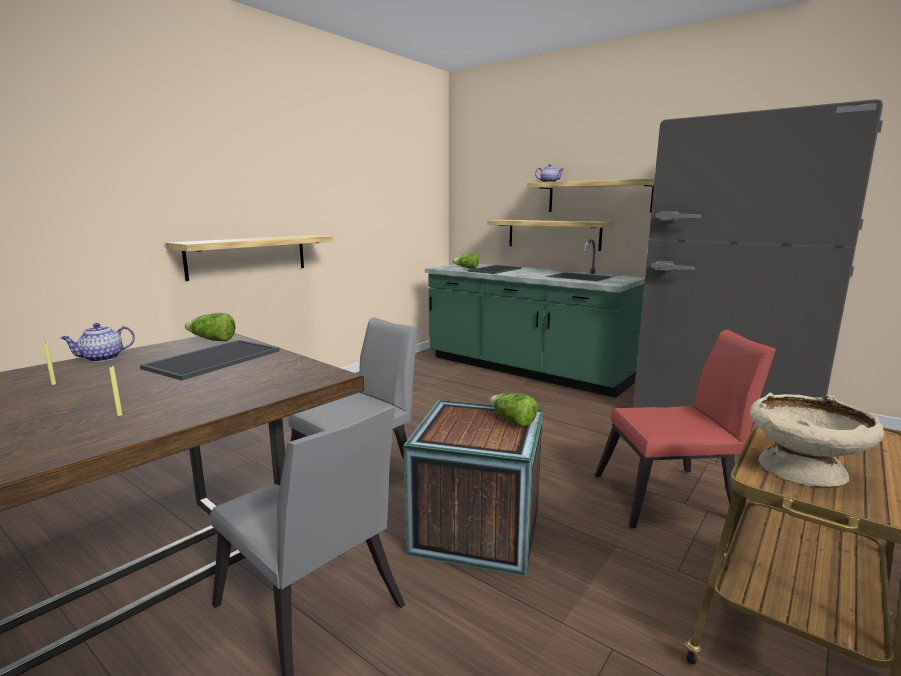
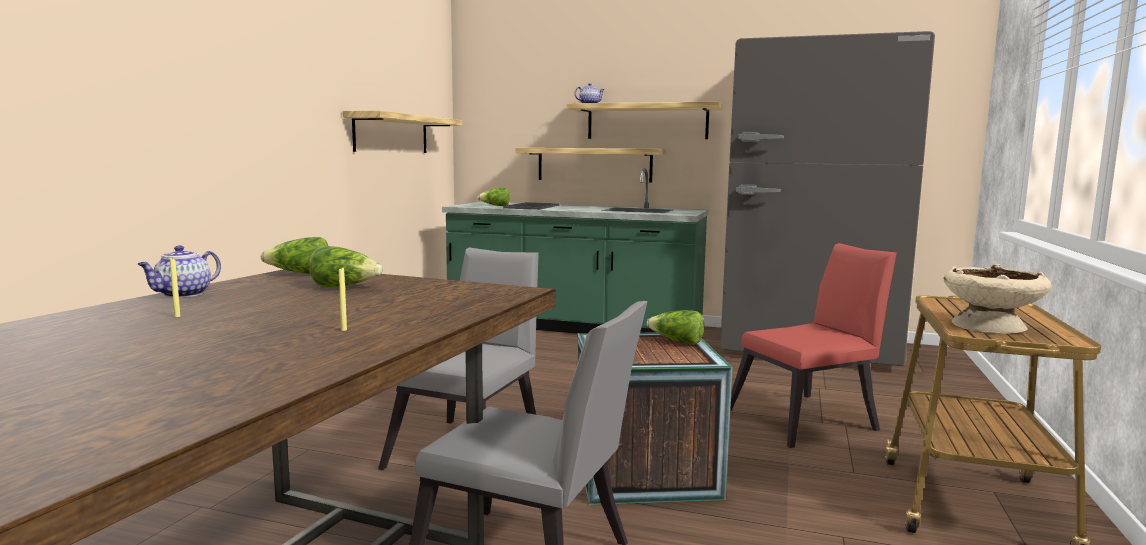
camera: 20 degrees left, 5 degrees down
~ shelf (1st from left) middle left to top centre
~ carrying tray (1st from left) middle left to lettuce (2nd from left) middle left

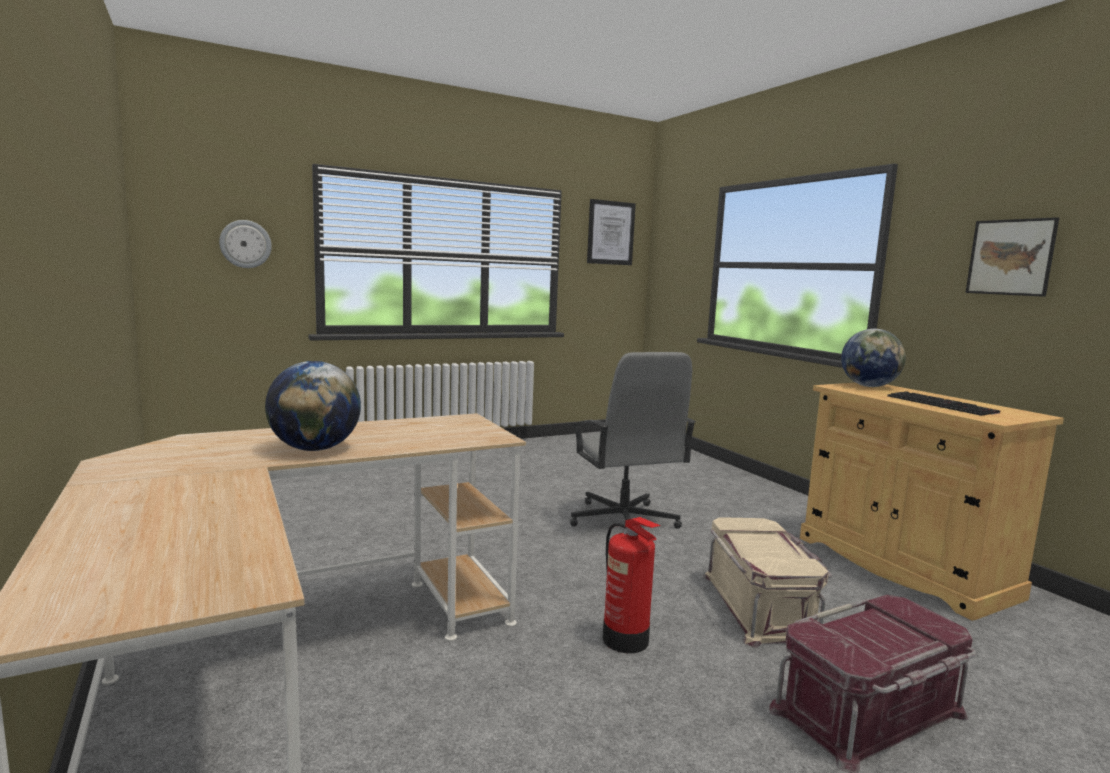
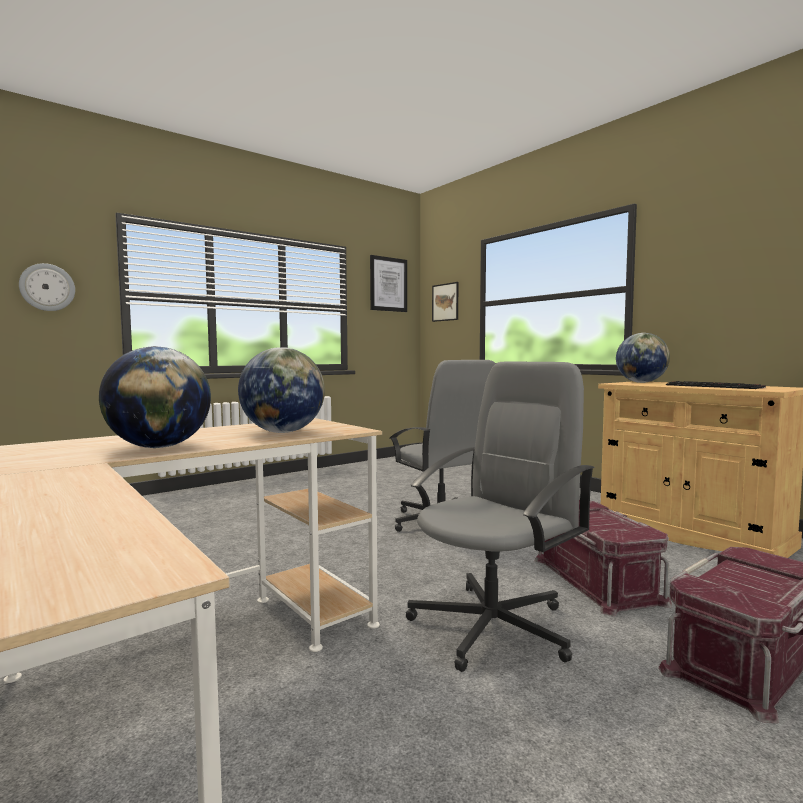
camera: 10 degrees left, 5 degrees down
+ world globe (2nd from left) centre
~ wall art (2nd from left) top right to centre
~ fire extinguisher bottom centre to grey office chair (2nd from left) centre
~ sand-coloured storage bin bottom right to reddish storage bin (1st from left) bottom right

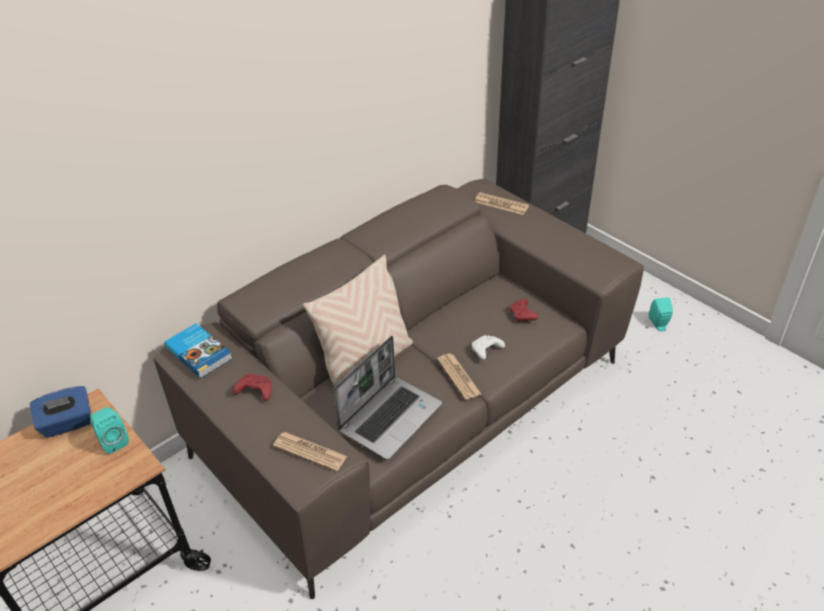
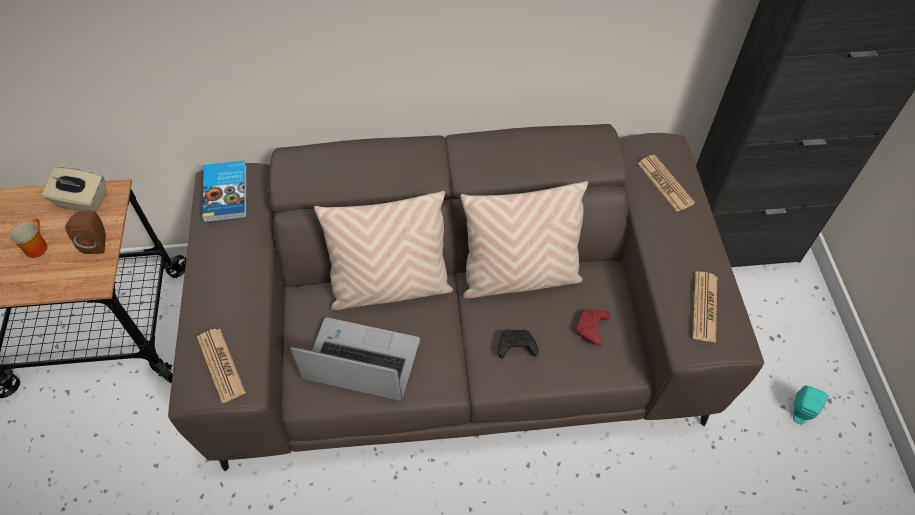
camera: 35 degrees right, 15 degrees up
- reddish gamepad (1st from left) middle left
+ tea mug middle left
+ sand-coloured pillow (2nd from left) centre
~ newspaper (2nd from left in the first image) centre to newspaper (3rd from left) middle right
~ blue-coloured box of tissues bottom left to sand-coloured box of tissues middle left
~ turquoise-coloured speaker (1st from left) bottom left to brown speaker middle left
~ whitish gamepad centre to black-coloured gamepad bottom centre
~ portable computer centre = bottom centre 150 degrees counterclockwise

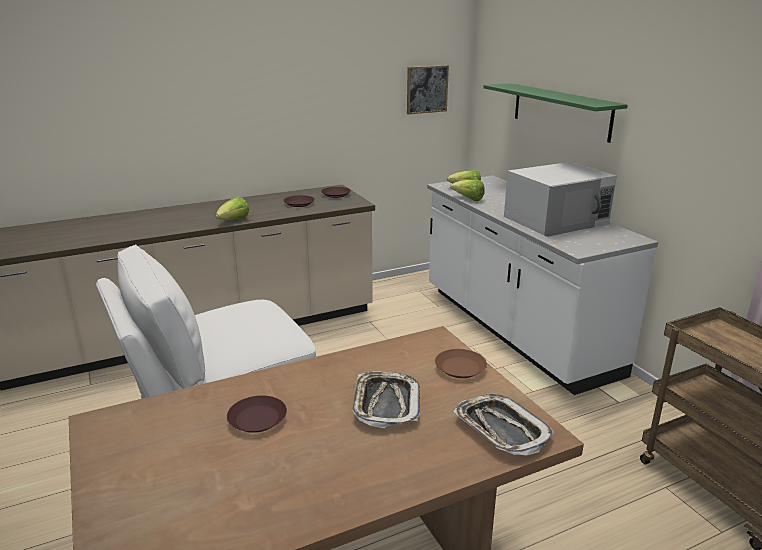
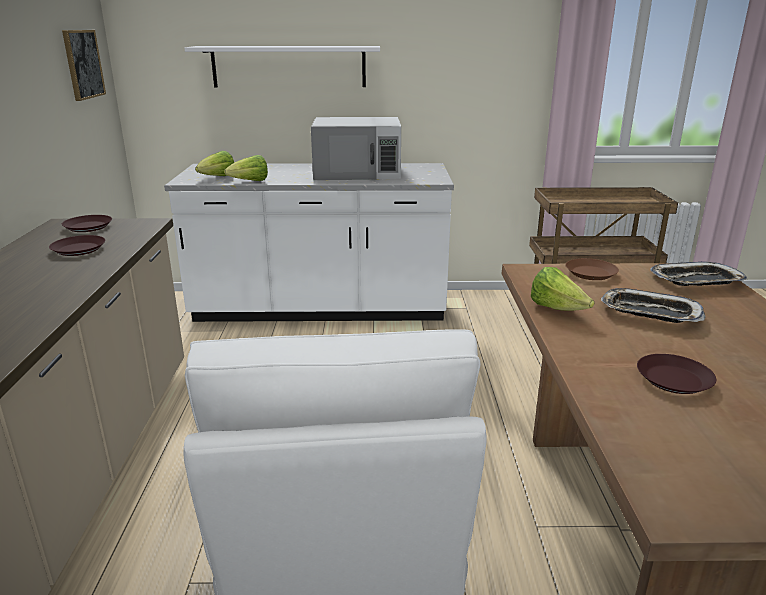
camera: 65 degrees left, 0 degrees up
~ lettuce (1st from left in the first image) middle left to lettuce (3rd from left) middle right
~ green shelf top right to whitish shelf top centre
~ whitish kitchen microwave middle right = top centre 90 degrees clockwise

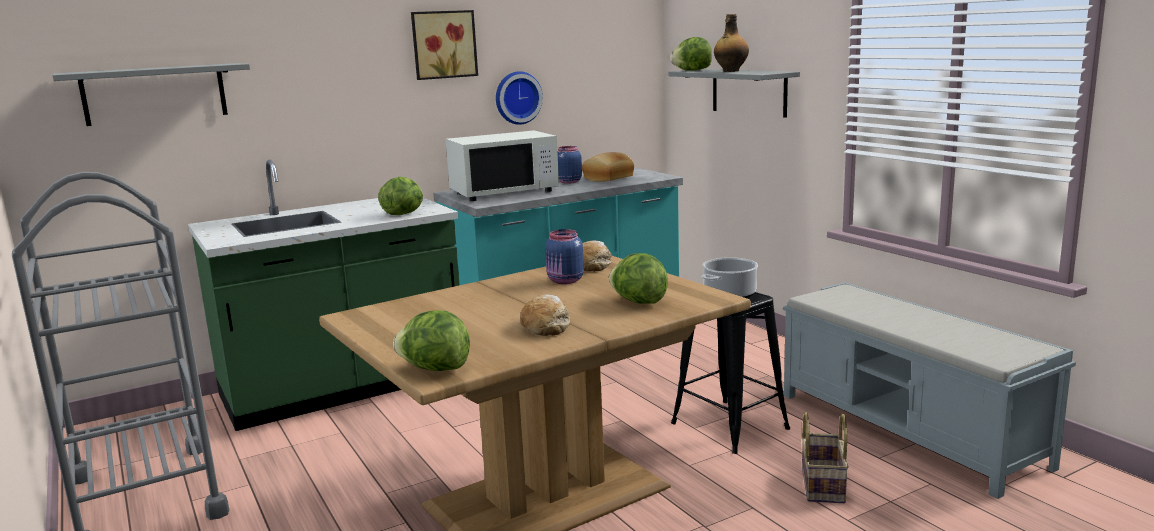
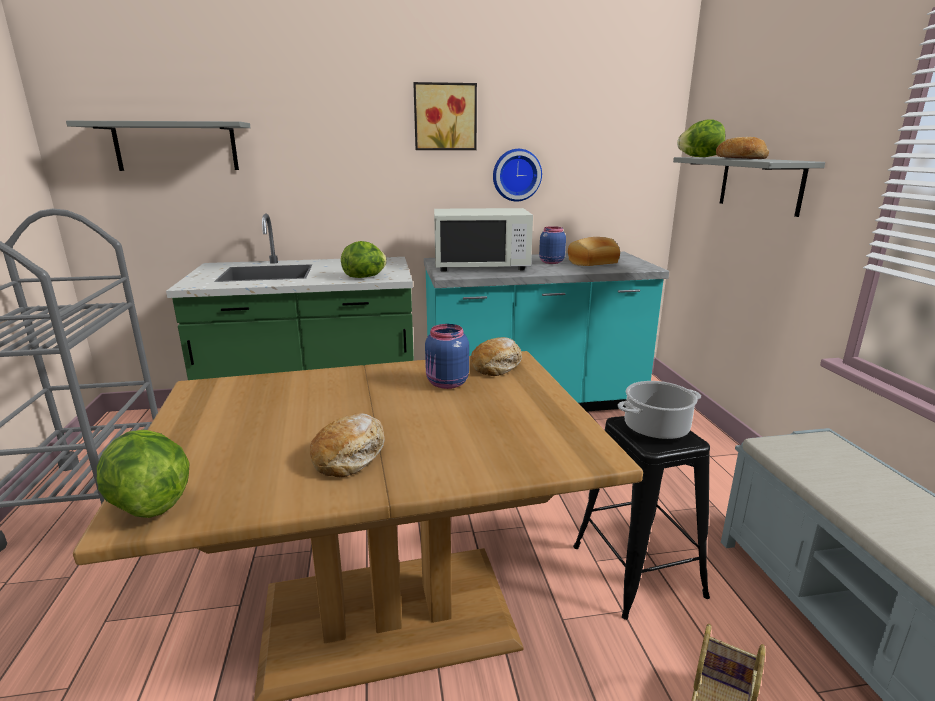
camera: 20 degrees right, 5 degrees up
- lettuce (3rd from left) centre
~ beverage bottle top centre to bakery bread (4th from left) top right

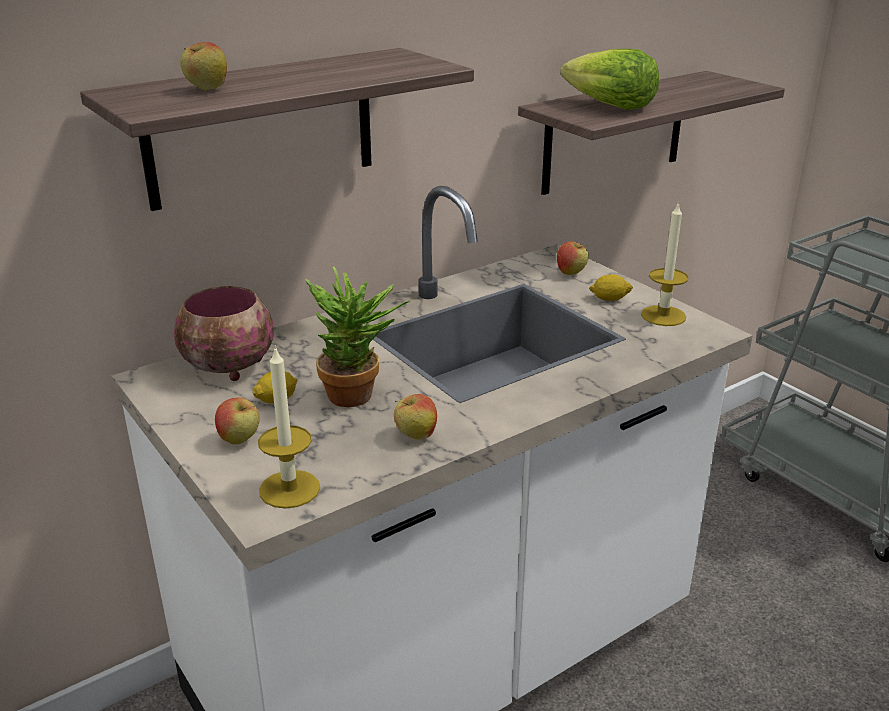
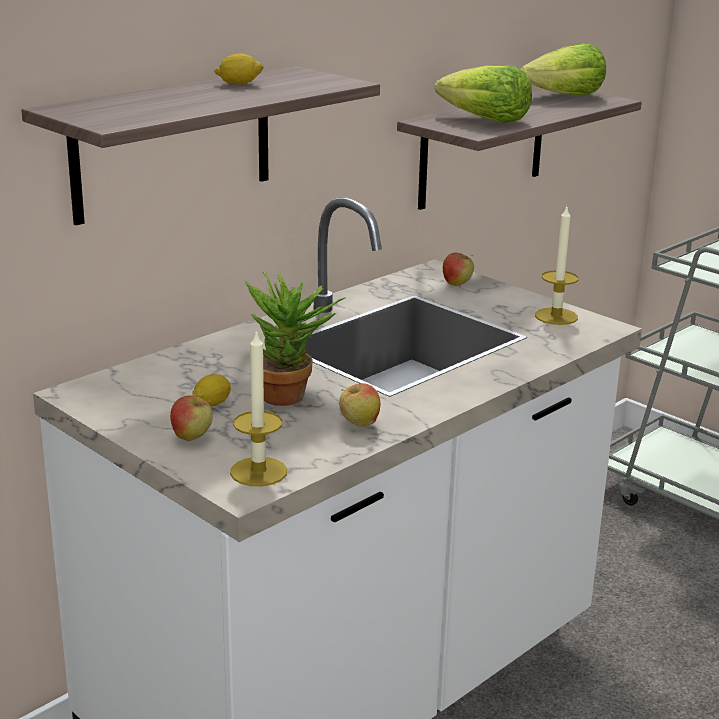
camera: 10 degrees left, 5 degrees down
- serving bowl middle left
- apple (1st from left) top left
+ lettuce (2nd from left) top right
~ whole lemon (2nd from left) middle right to top left

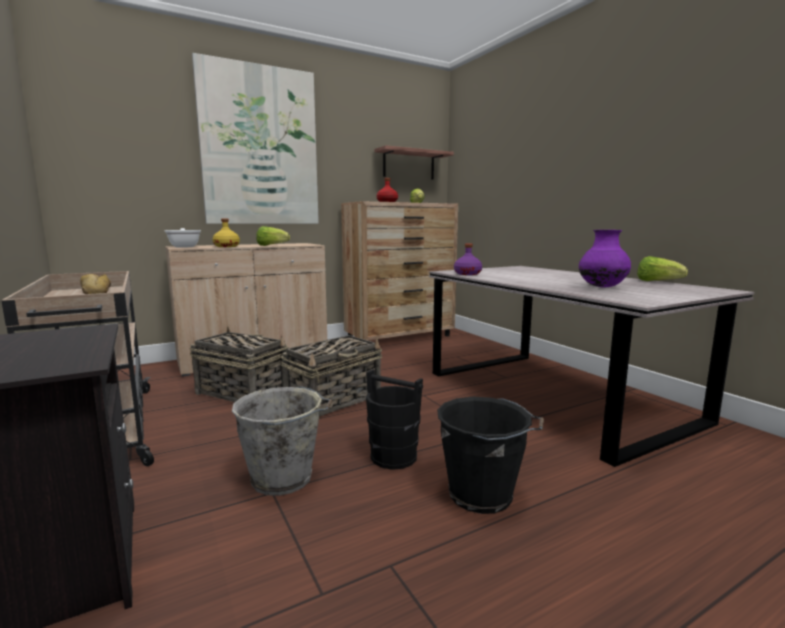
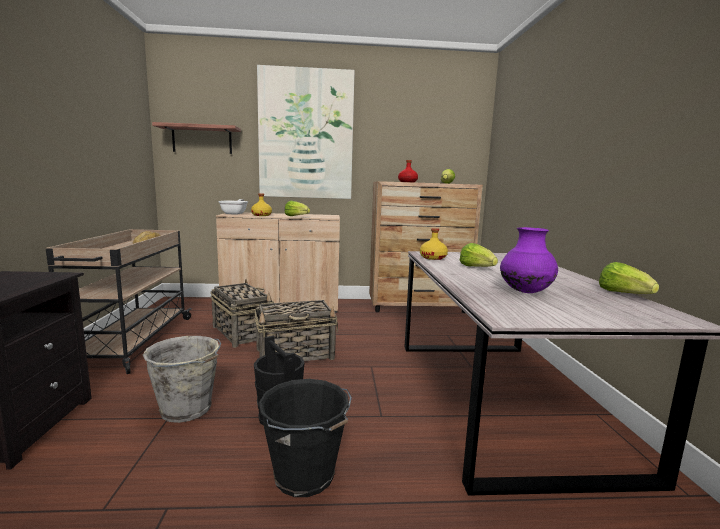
camera: 25 degrees right, 0 degrees up
+ lettuce (3rd from left) centre
~ shelf top centre to top left
~ purplish beverage bottle centre to yellowish beverage bottle (2nd from left) centre

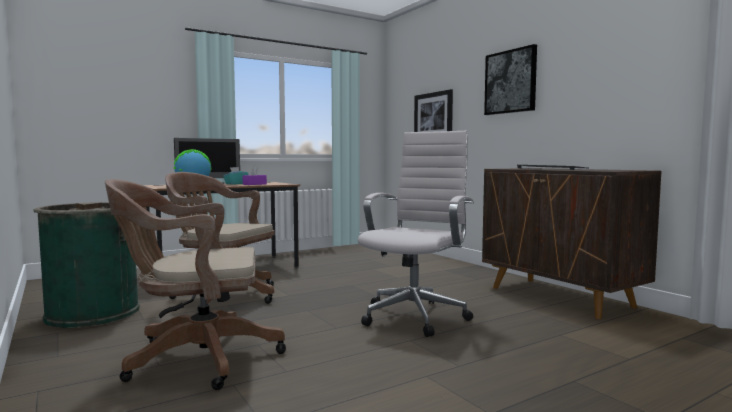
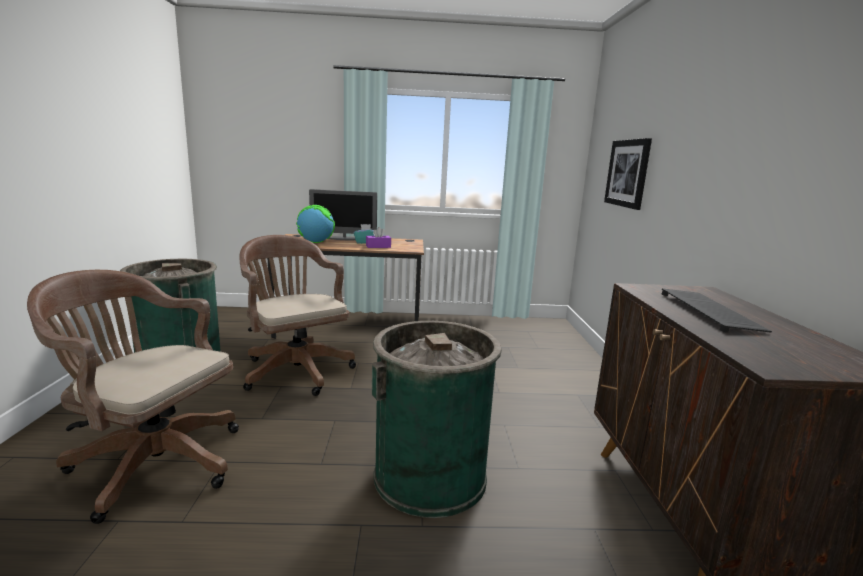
camera: 30 degrees right, 10 degrees up
- wall art (2nd from left) top right
~ whitish office chair centre to green trash can (2nd from left) bottom centre

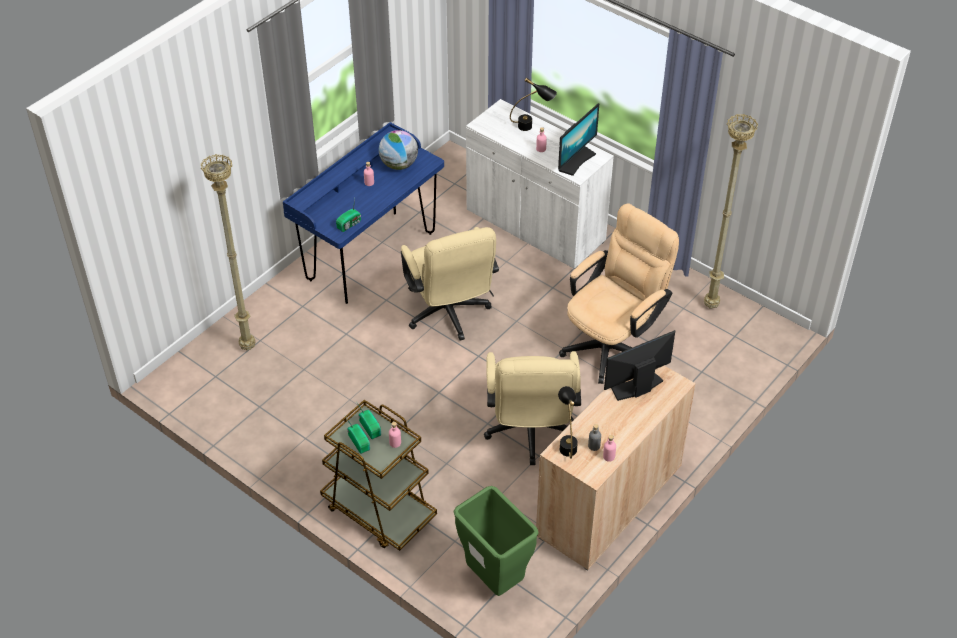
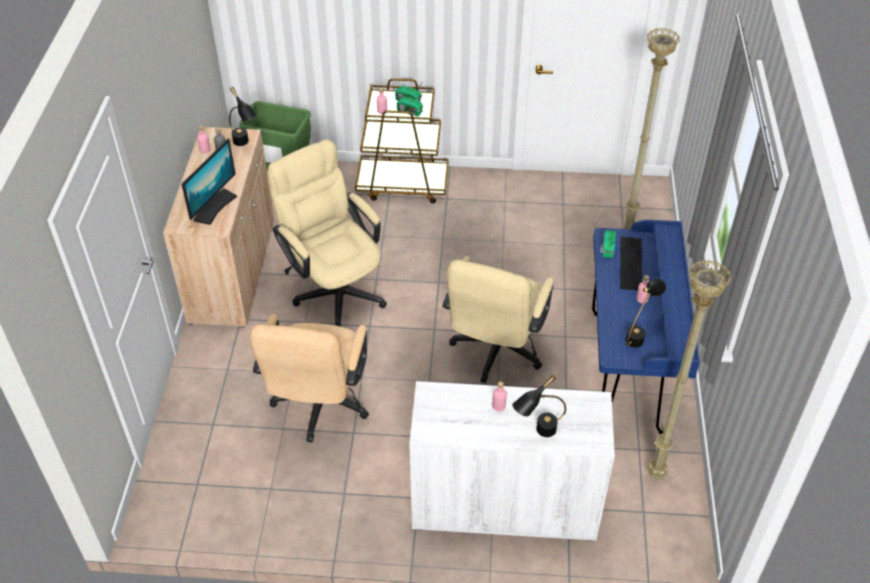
camera: 145 degrees right, 0 degrees up
- computer display (1st from left) top centre
+ PC keyboard middle right
~ sand-coloured standard lamp (2nd from left) top right to middle right
~ world globe top centre to black-coloured tabletop lamp (3rd from left) middle right
~ sand-coloured office chair (1st from left in the first image) centre = centre 105 degrees counterclockwise

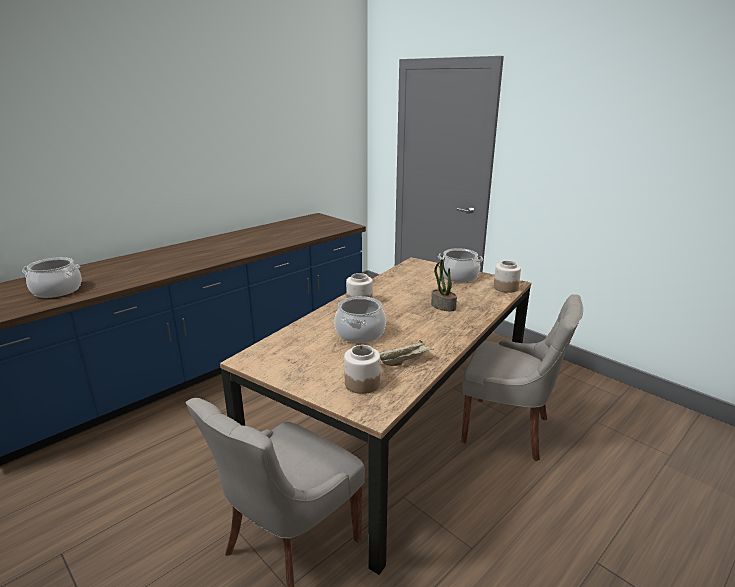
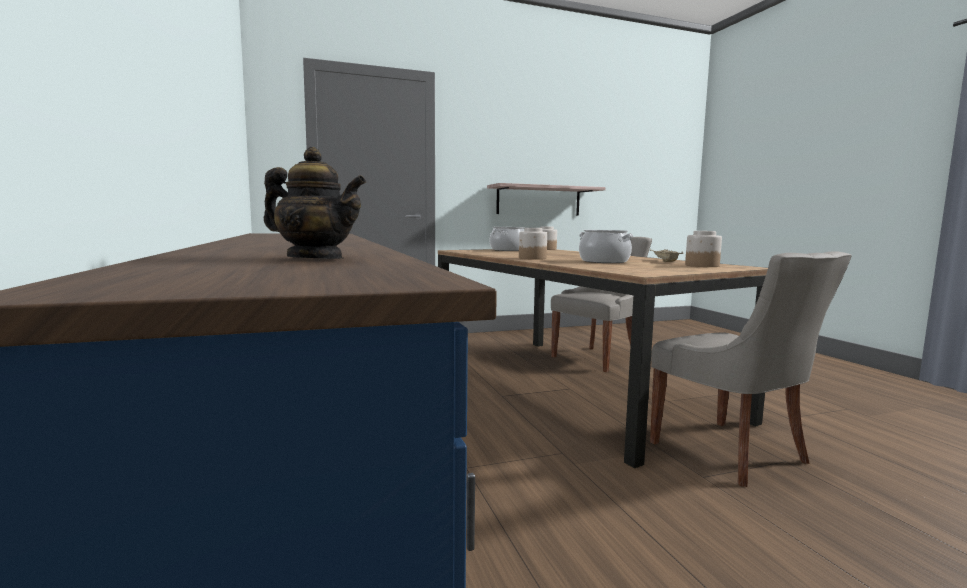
camera: 65 degrees left, 15 degrees down
- houseplant centre
+ shelf centre
~ stockpot (1st from left) middle left to teapot middle left

